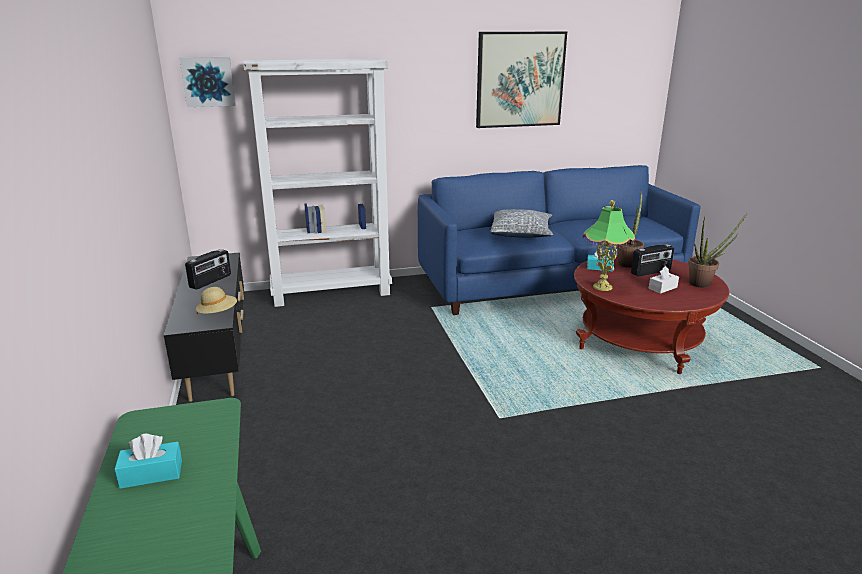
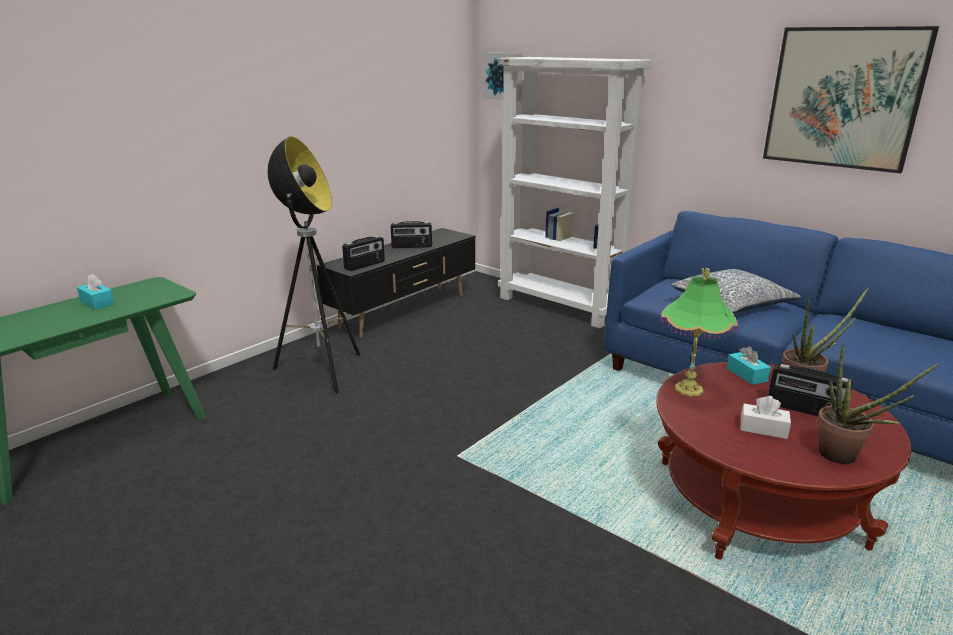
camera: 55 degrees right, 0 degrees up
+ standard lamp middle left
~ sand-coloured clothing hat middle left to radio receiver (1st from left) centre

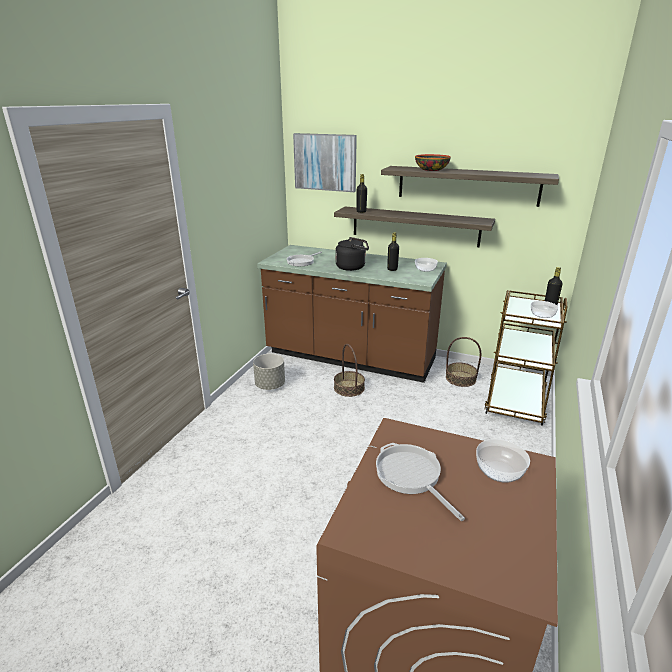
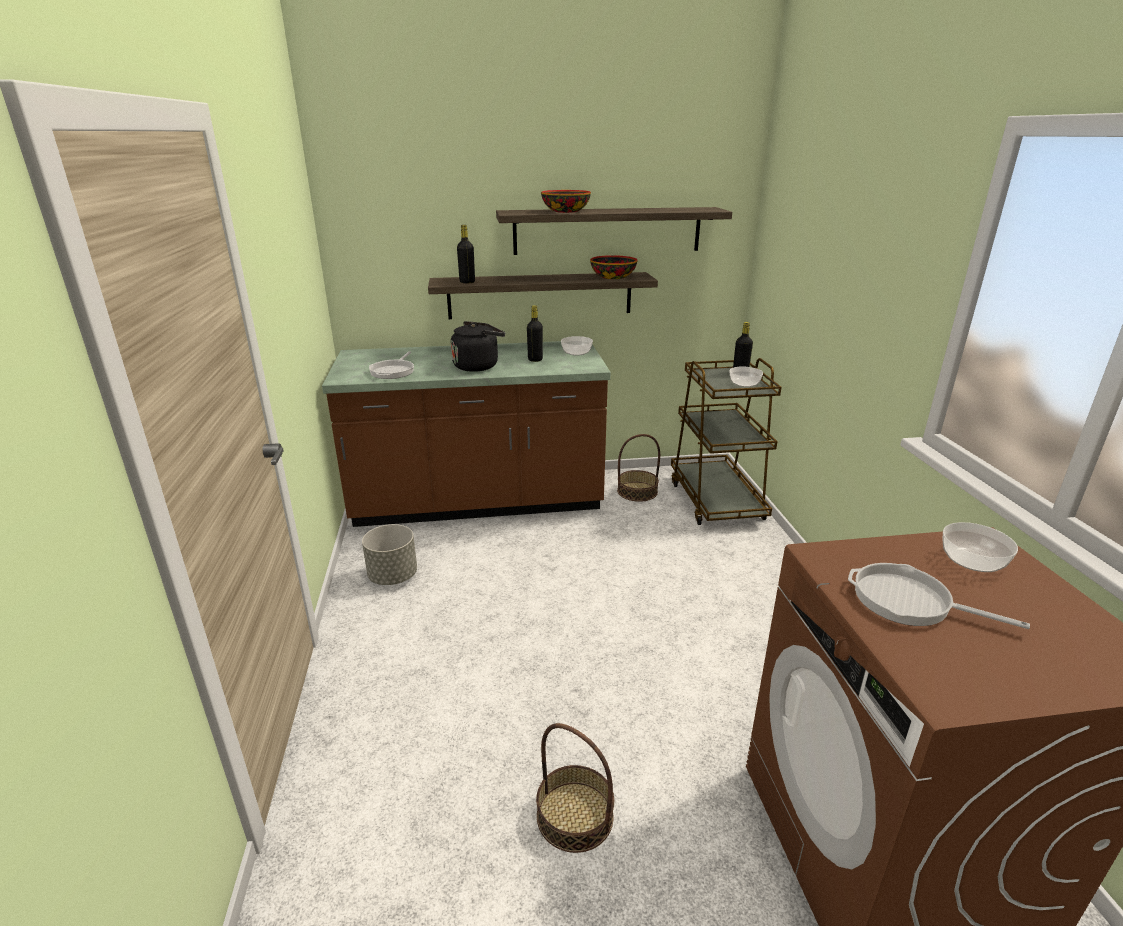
camera: 30 degrees left, 0 degrees up
- wall art top centre
+ serving bowl (3rd from left) top centre
~ household basket (1st from left) centre to bottom centre

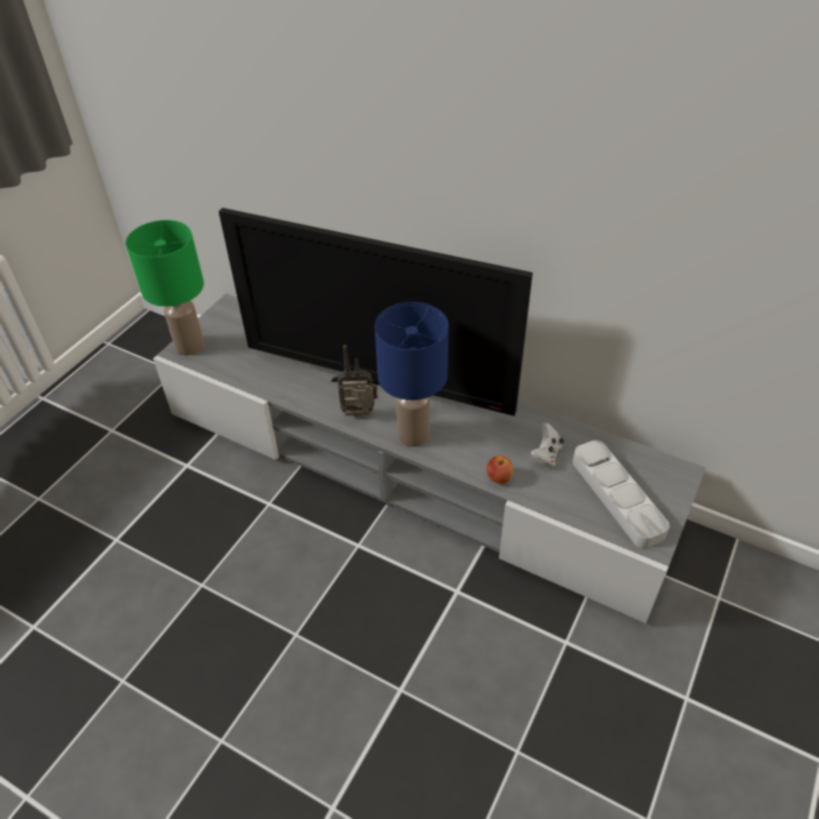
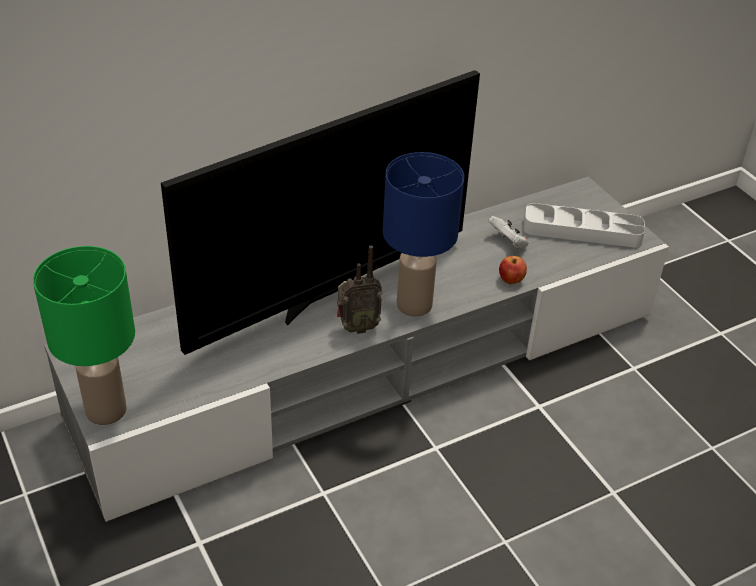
camera: 60 degrees left, 5 degrees down
~ radio receiver centre = centre 135 degrees counterclockwise

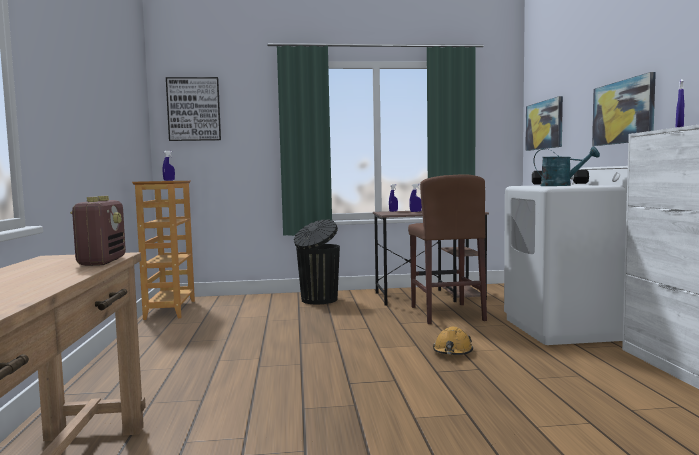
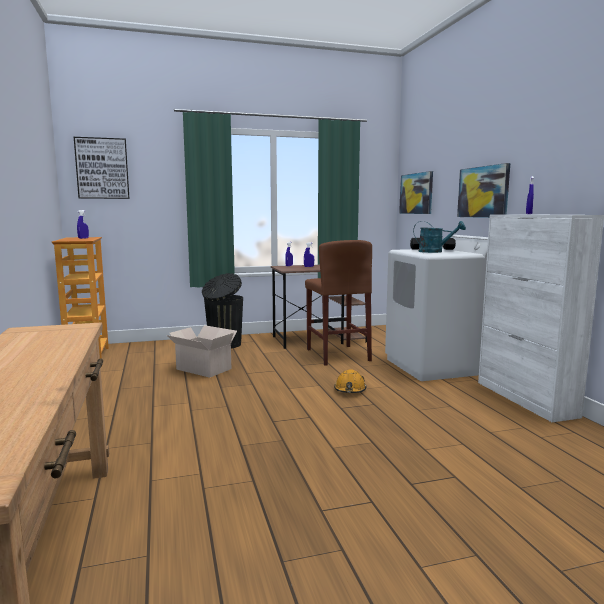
camera: 10 degrees left, 5 degrees up
- radio receiver middle left
+ carton centre

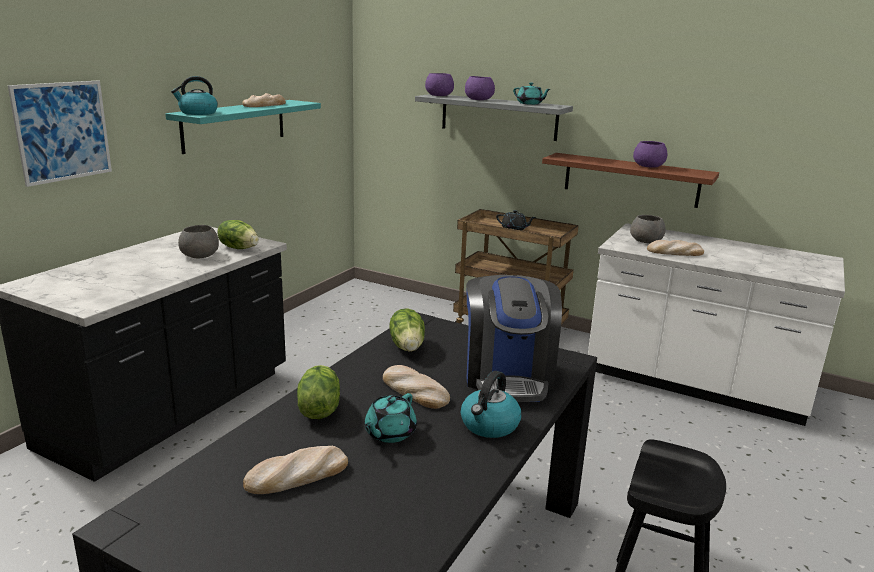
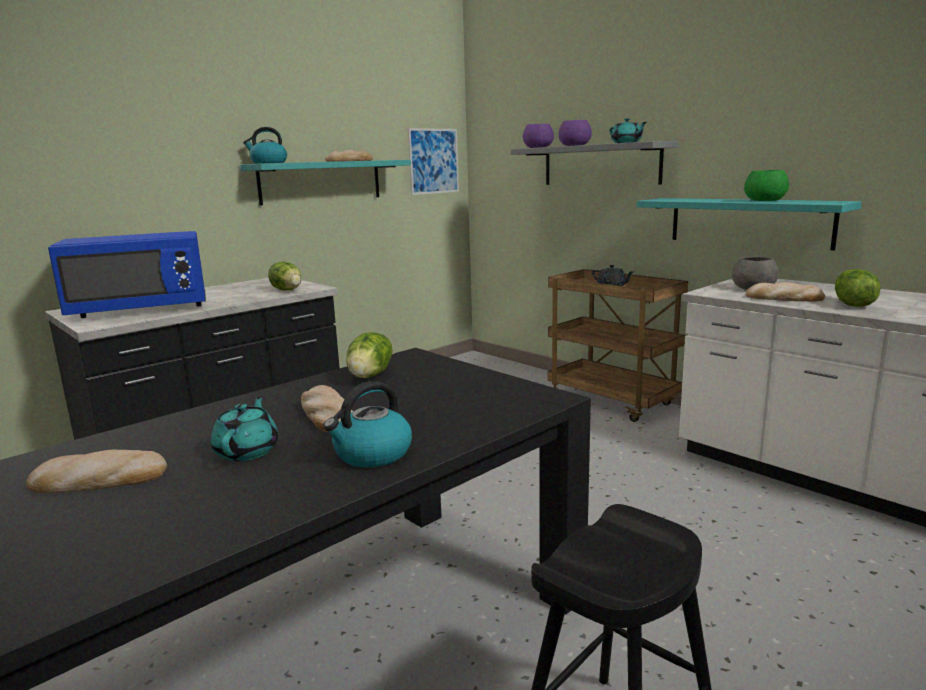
camera: 20 degrees right, 5 degrees down
- grey serving bowl (1st from left) middle left
- coffee brewer centre
+ blue-coloured kitchen microwave middle left
~ wall art top left to top centre
~ lettuce (2nd from left in the first image) bottom centre to lettuce (3rd from left) middle right
~ brown shelf top right to turquoise-coloured shelf (2nd from left) top right
~ purplish serving bowl (3rd from left) top right to green serving bowl top right
~ turquoise-coloured teapot (1st from left) bottom centre = middle left 135 degrees clockwise

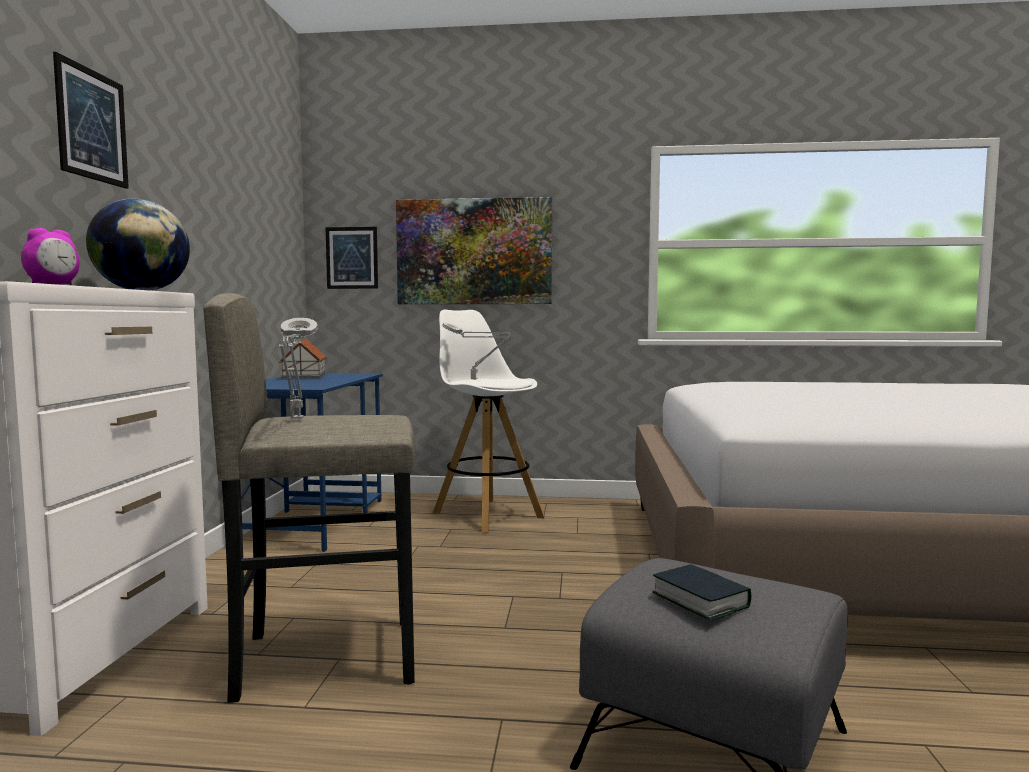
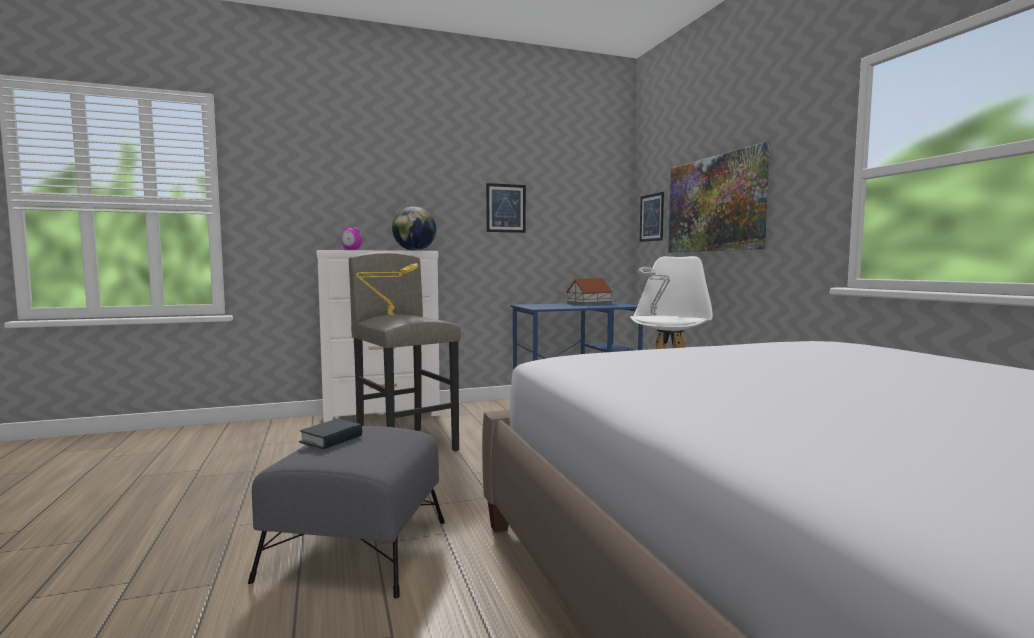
camera: 65 degrees right, 0 degrees up
~ wall art (1st from left) top left to top centre
~ grey tabletop lamp (1st from left) middle left to yellowish tabletop lamp centre

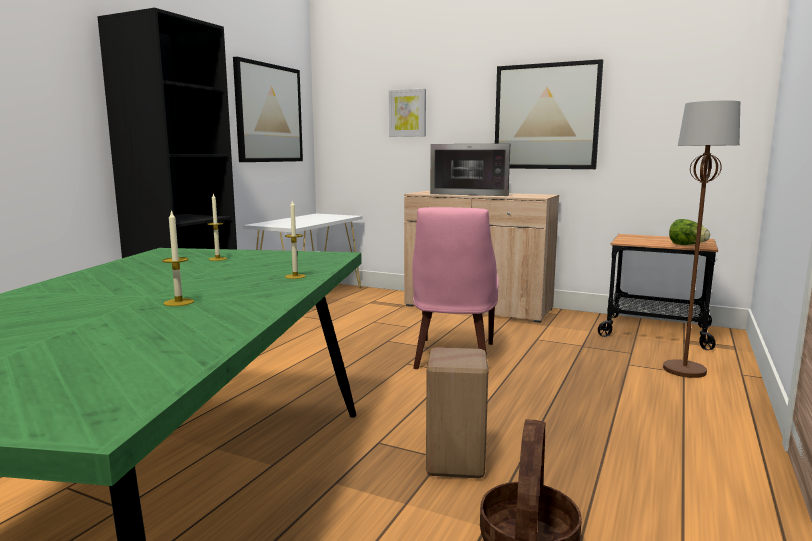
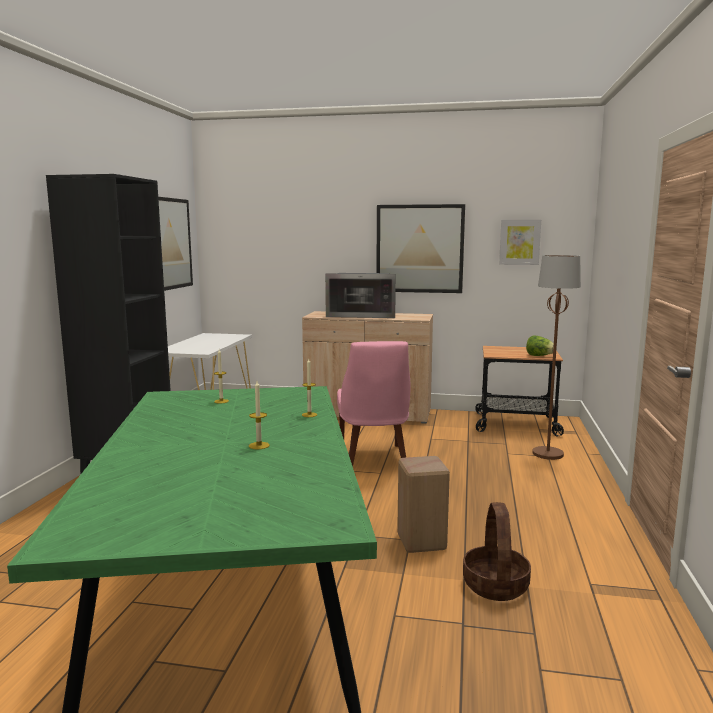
camera: 15 degrees left, 0 degrees up
~ wall art (2nd from left in the first image) top centre to wall art (3rd from left) middle right

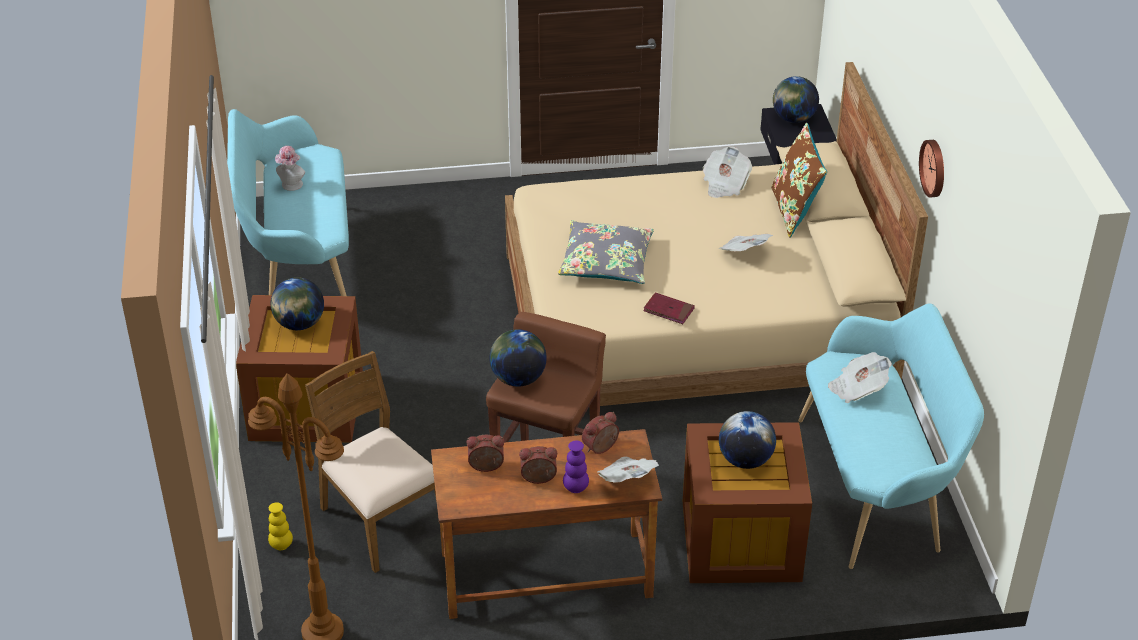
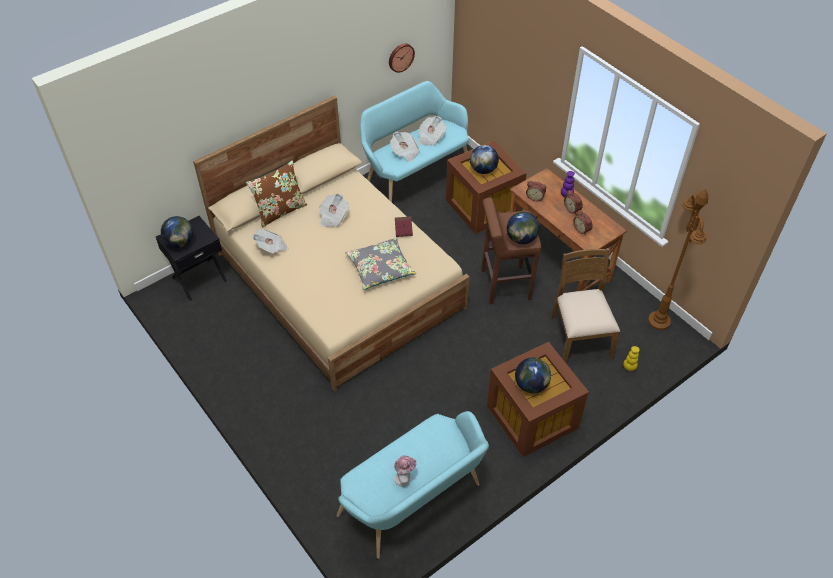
camera: 120 degrees left, 10 degrees up
~ newspaper (1st from left in the first image) bottom centre to newspaper (4th from left) top centre
~ wall clock top right to top centre
~ brown chair bottom left = middle right 150 degrees clockwise

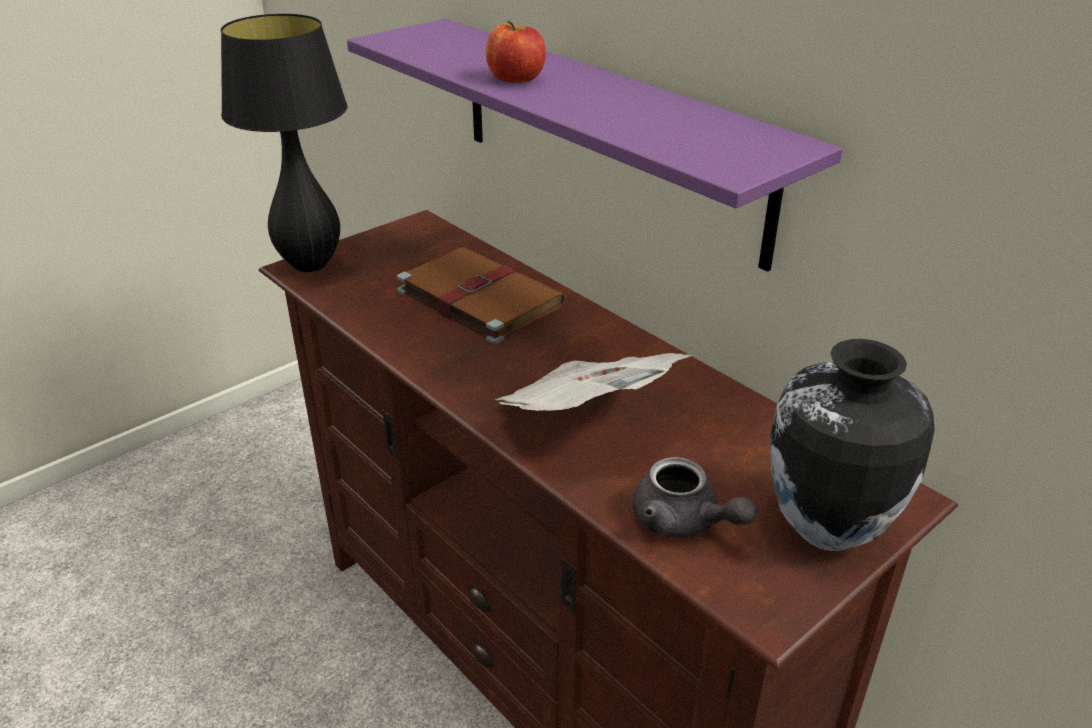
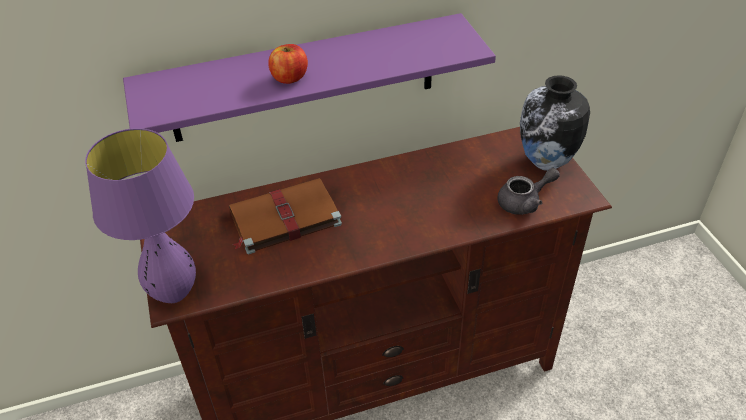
camera: 65 degrees left, 10 degrees up
- newspaper centre
~ black-coloured tabletop lamp top left to purplish tabletop lamp middle left

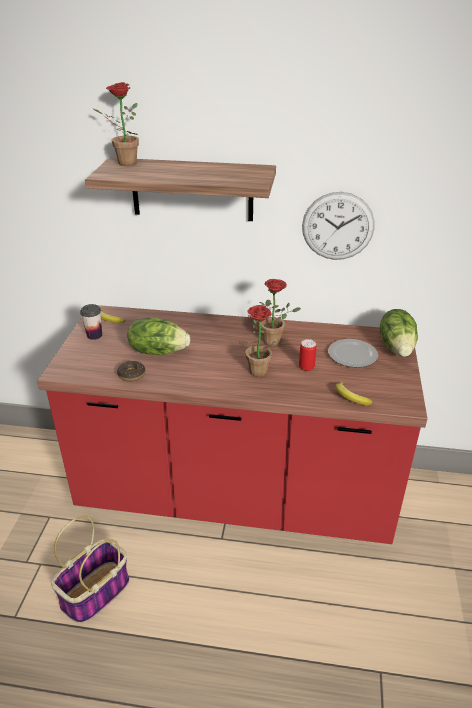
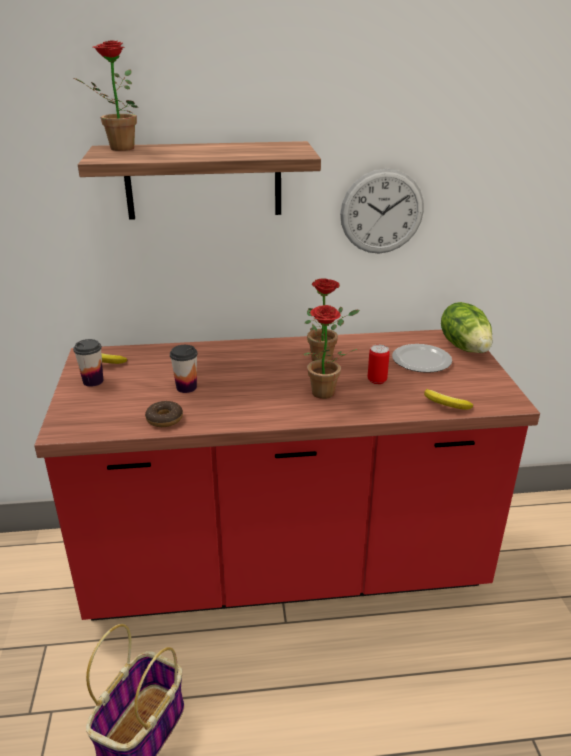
camera: 15 degrees left, 5 degrees down
~ lettuce (1st from left) centre to cup (2nd from left) middle left

